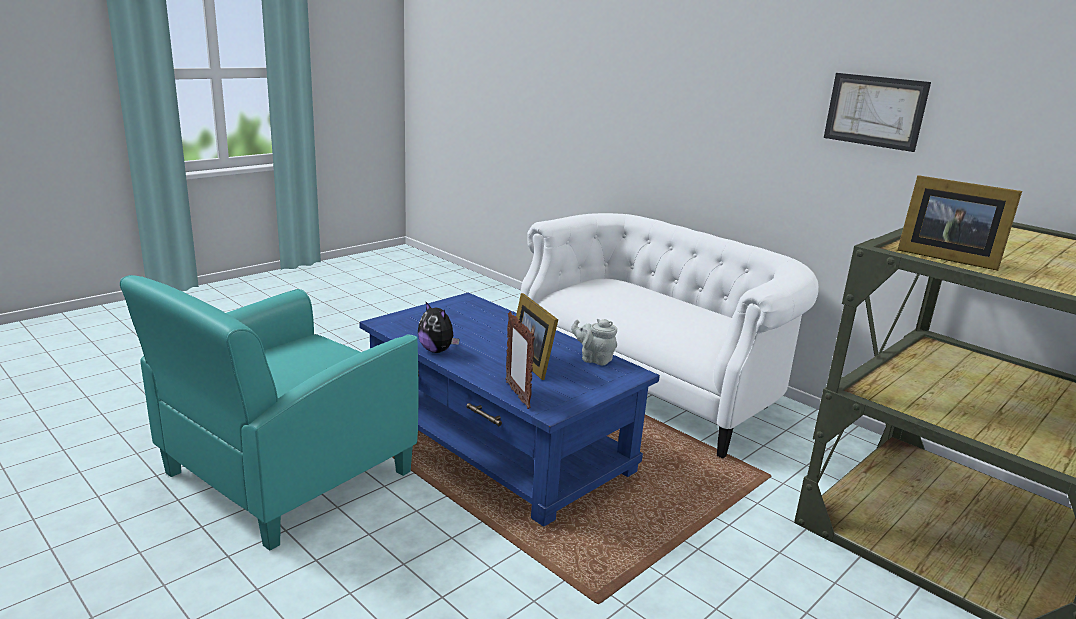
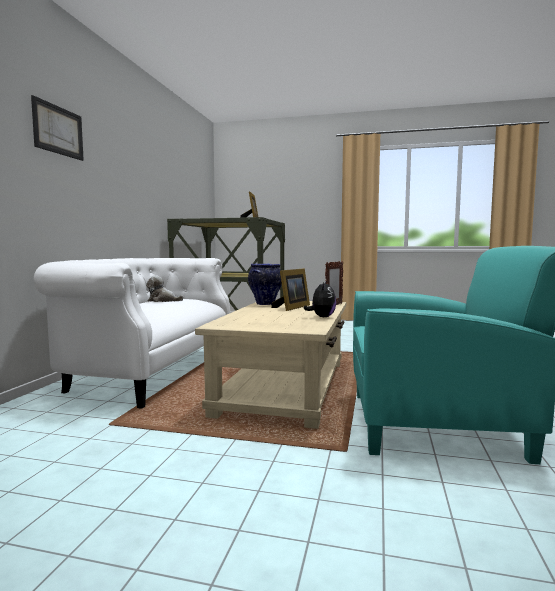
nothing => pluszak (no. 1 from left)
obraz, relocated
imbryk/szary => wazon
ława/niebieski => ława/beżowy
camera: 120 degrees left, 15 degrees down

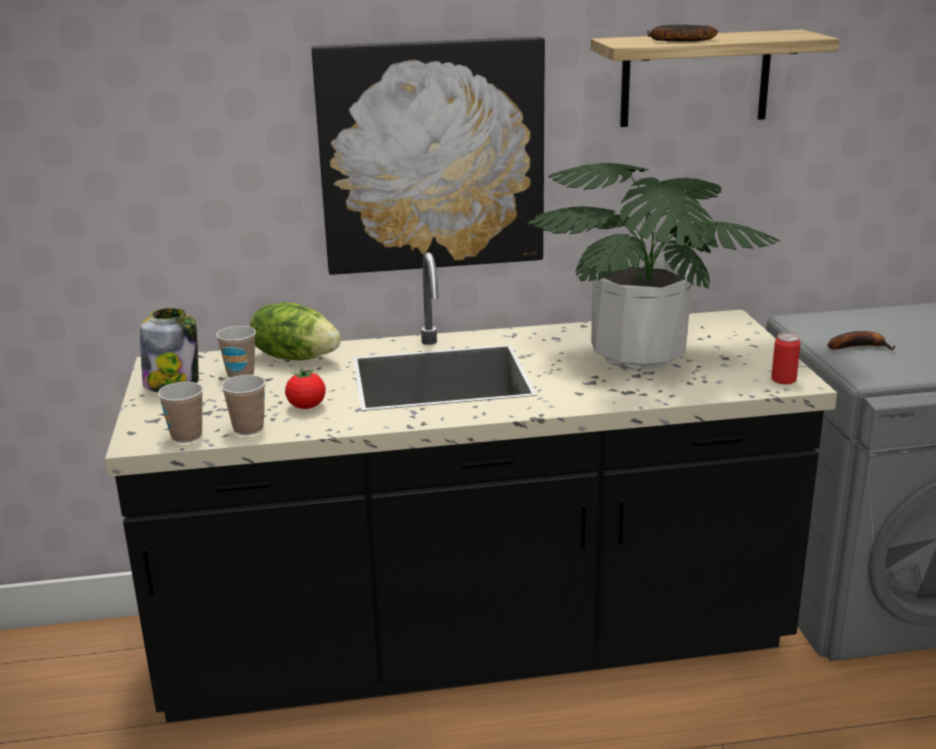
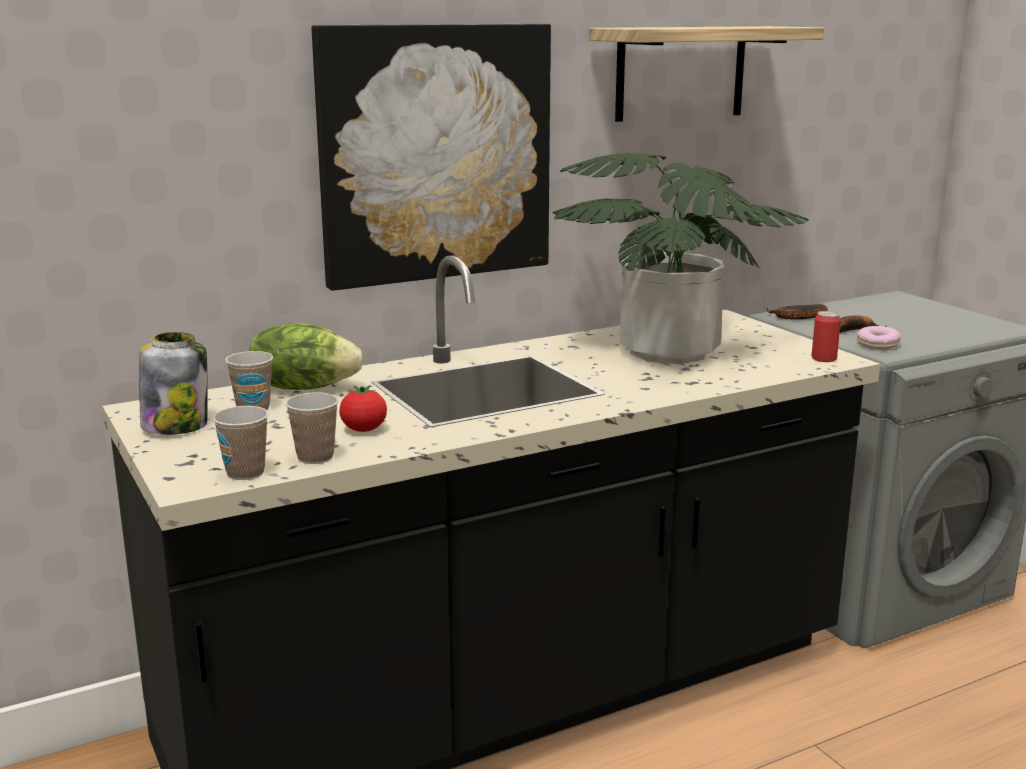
nothing => donut
banan (no. 1 from left), relocated
camera: 20 degrees left, 5 degrees down

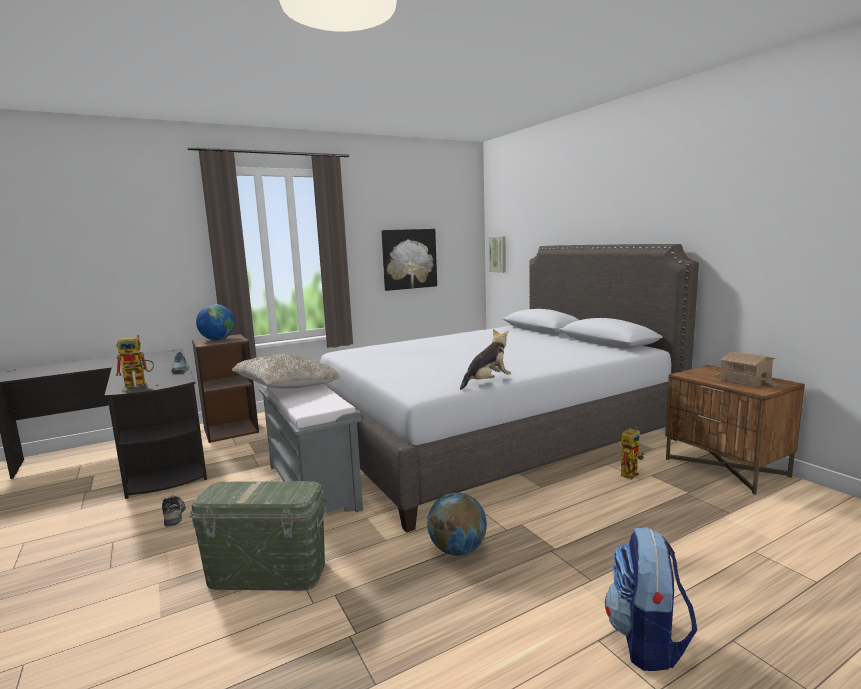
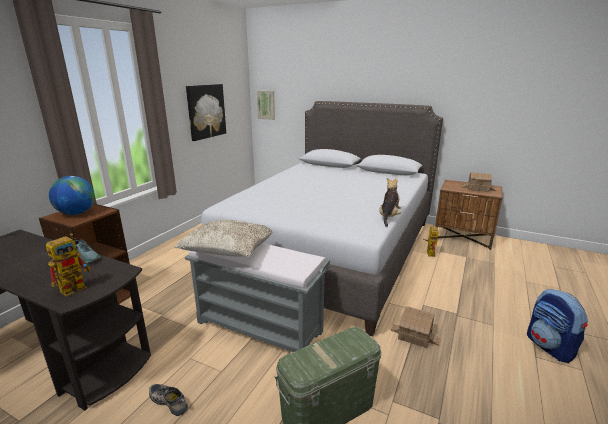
globus (no. 2 from left) => domek (no. 1 from left)
camera: 35 degrees left, 10 degrees up

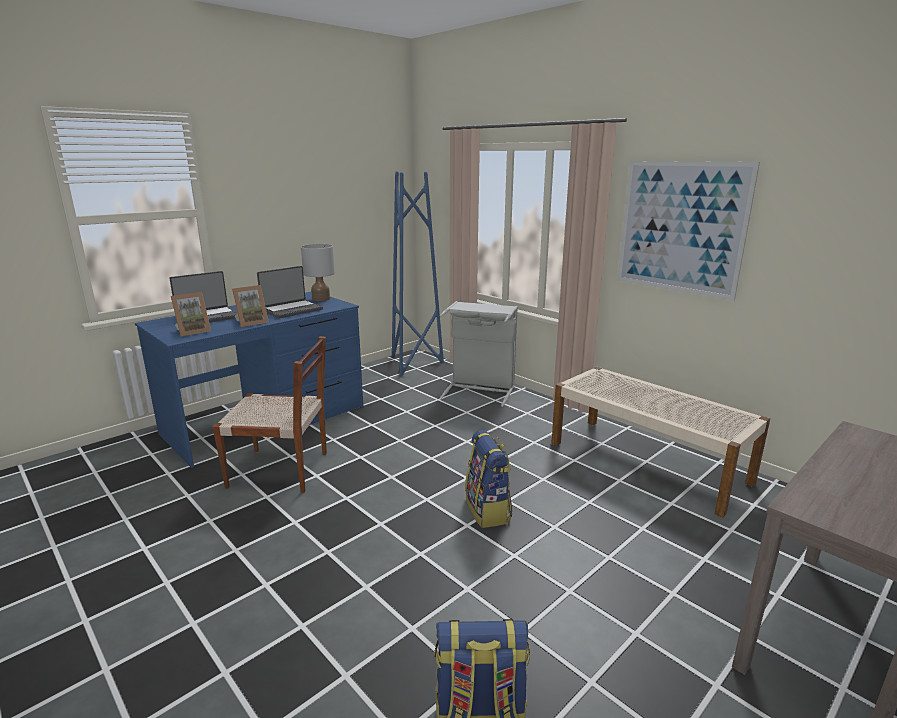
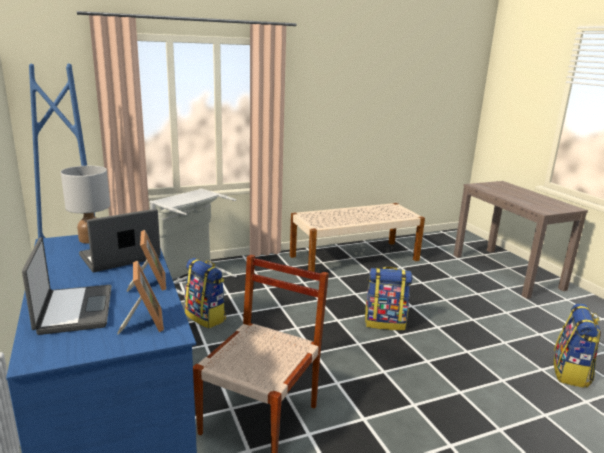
obraz => nothing
nothing => plecak (no. 1 from left)
laptop (no. 2 from left), 105 degrees counterclockwise
camera: 70 degrees left, 0 degrees up

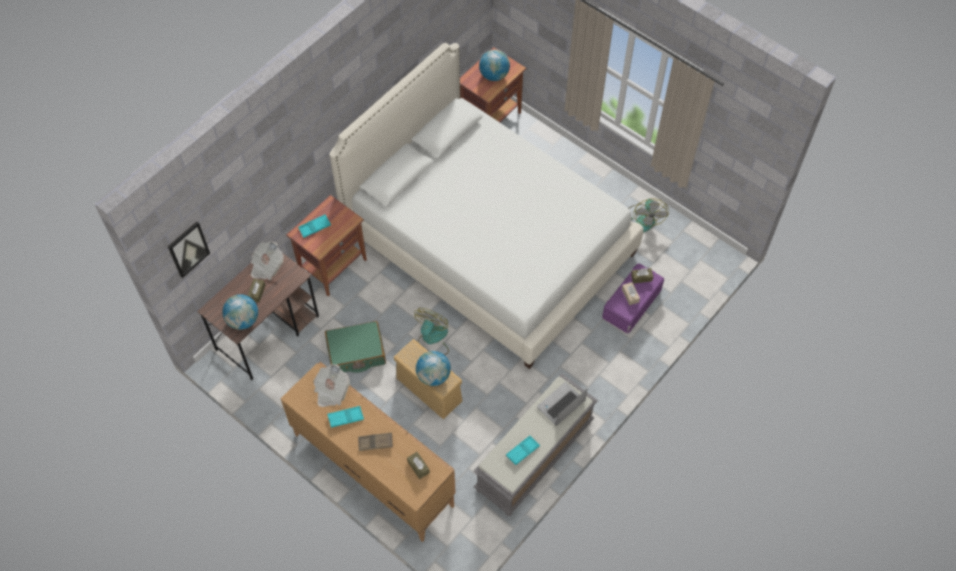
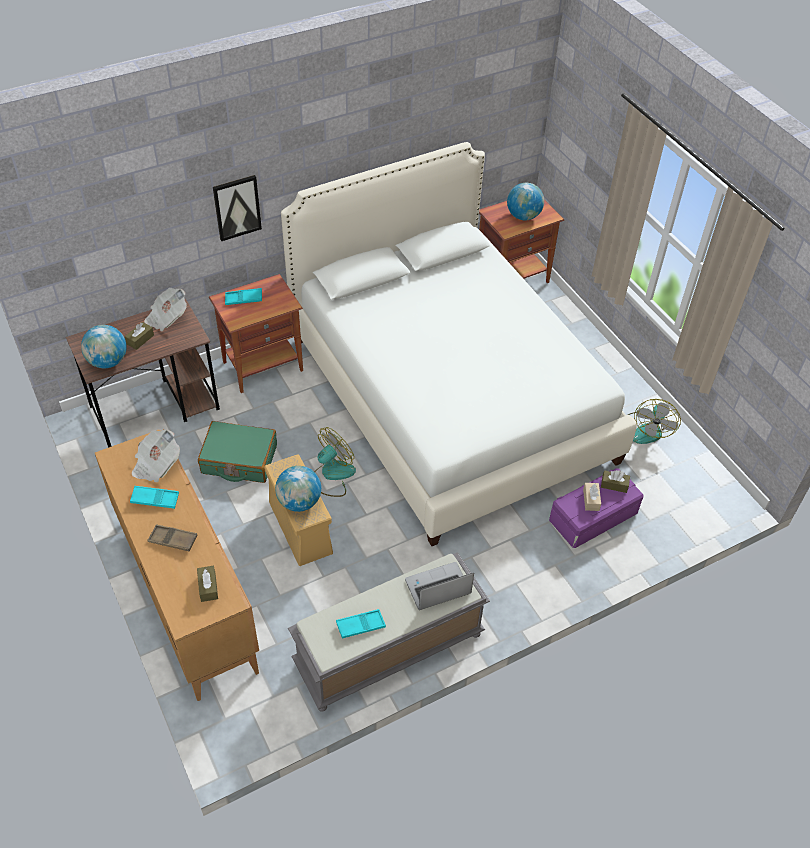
obraz, relocated
camera: 20 degrees right, 10 degrees down

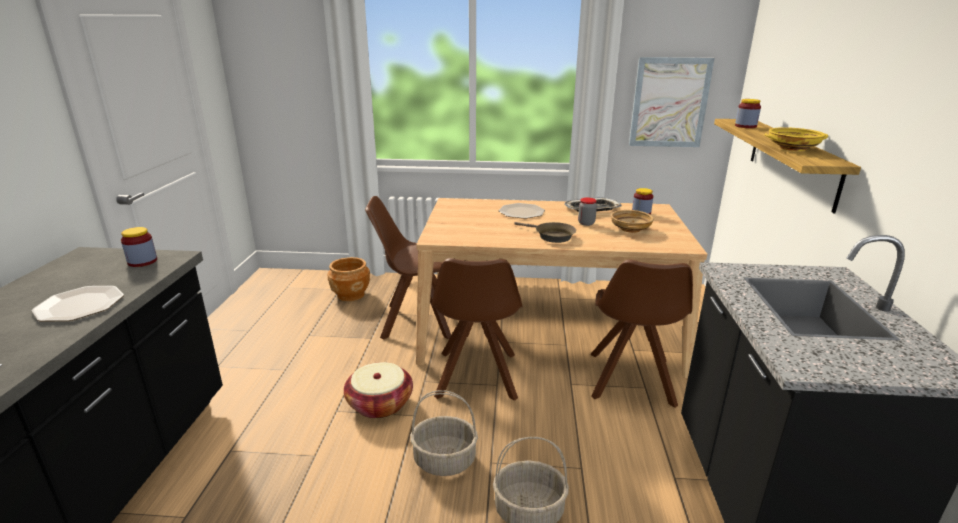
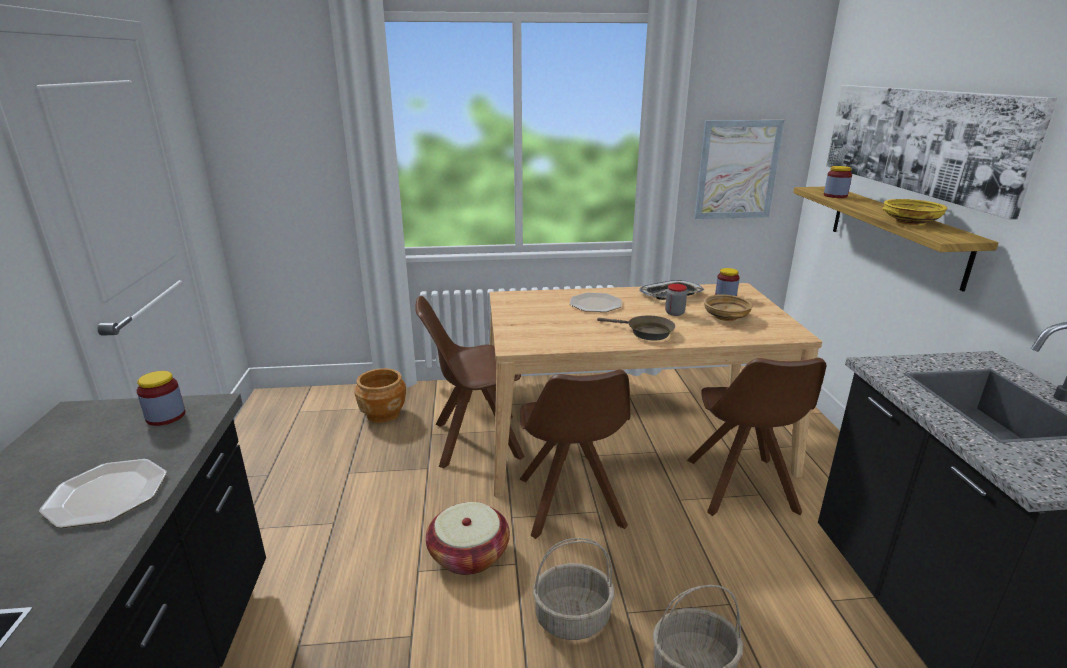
nothing => obraz (no. 2 from left)
camera: 10 degrees left, 0 degrees up

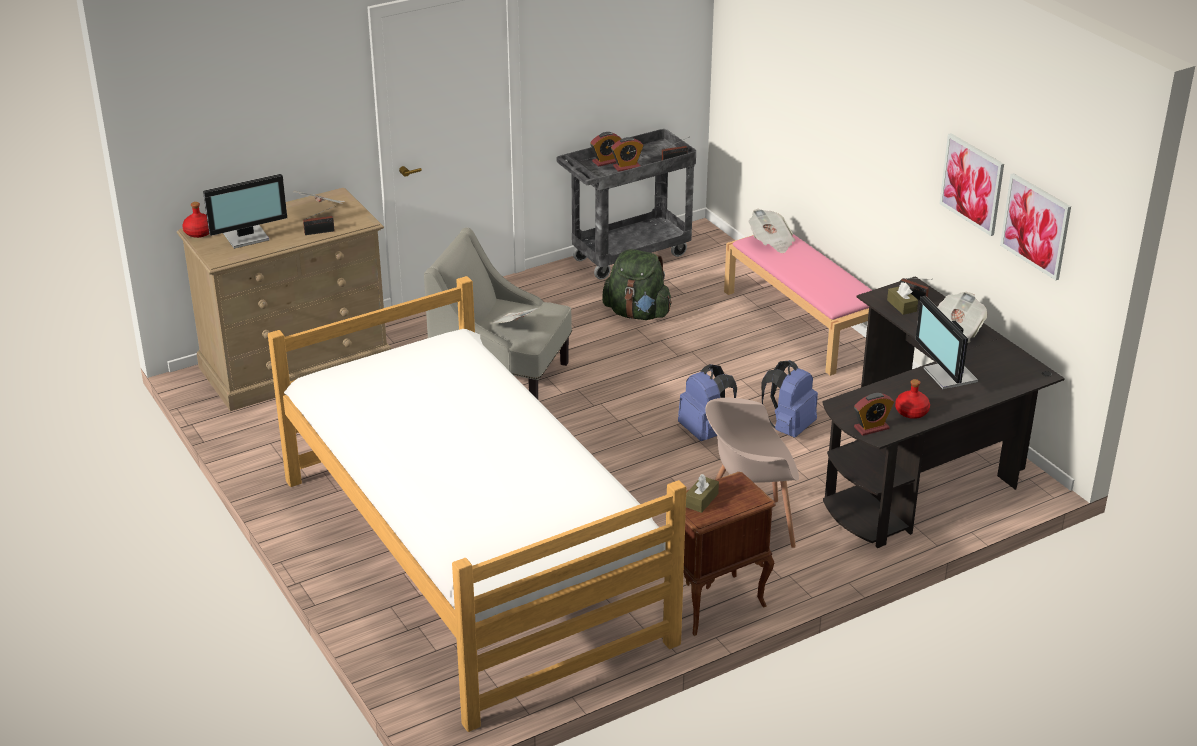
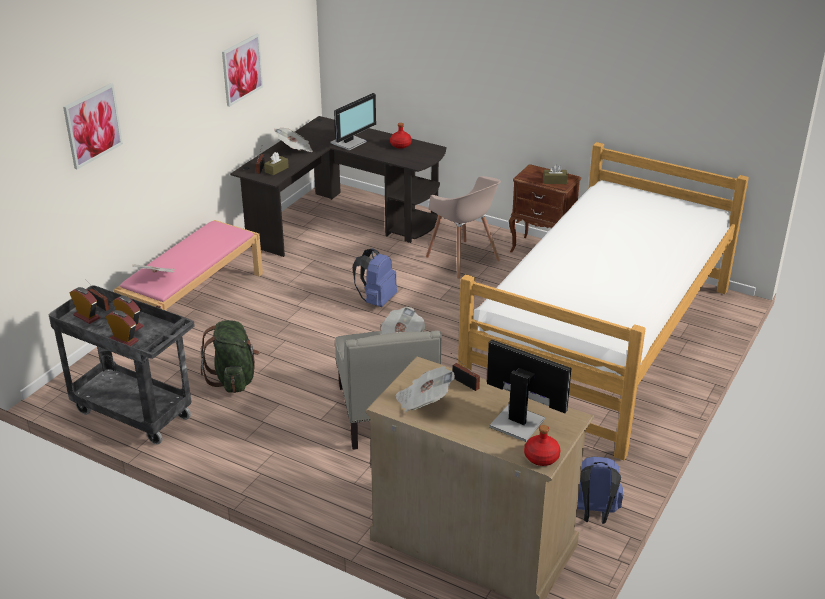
plecak/niebieski (no. 2 from left), relocated
budzik (no. 3 from left in the first image) => budzik (no. 1 from left), relocated
obraz (no. 2 from left in the first image) => obraz (no. 1 from left), relocated
camera: 120 degrees left, 0 degrees up

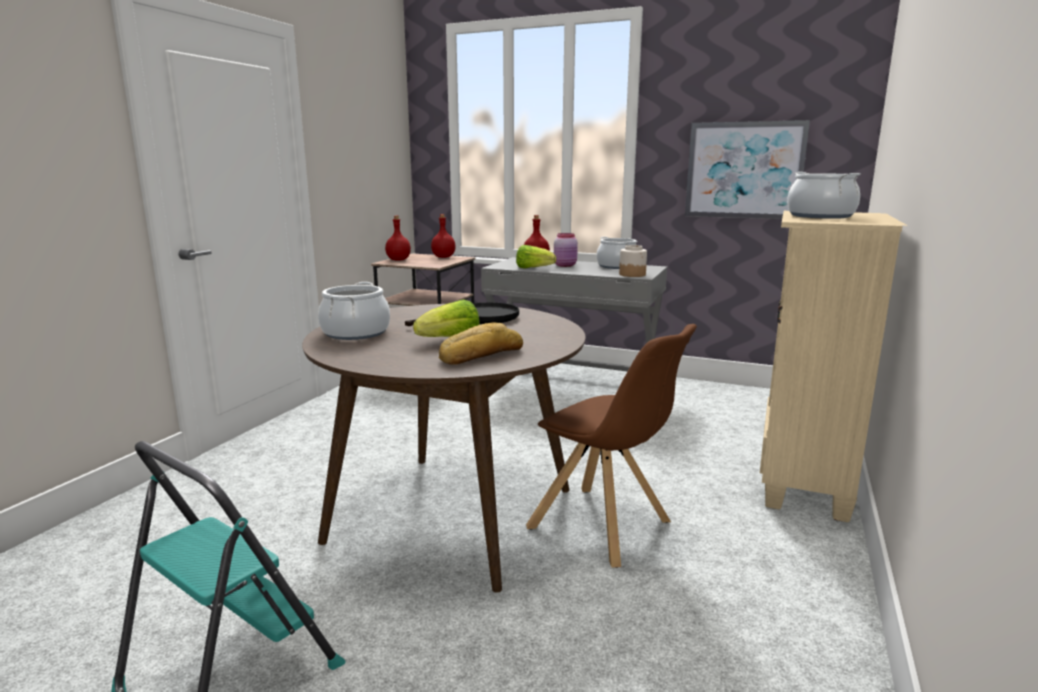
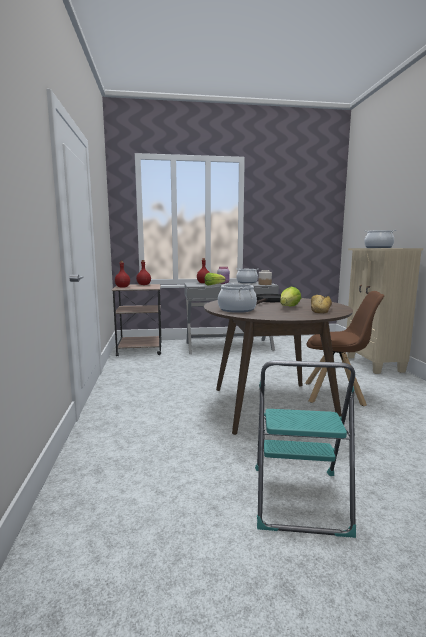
obraz => nothing
camera: 30 degrees left, 5 degrees down

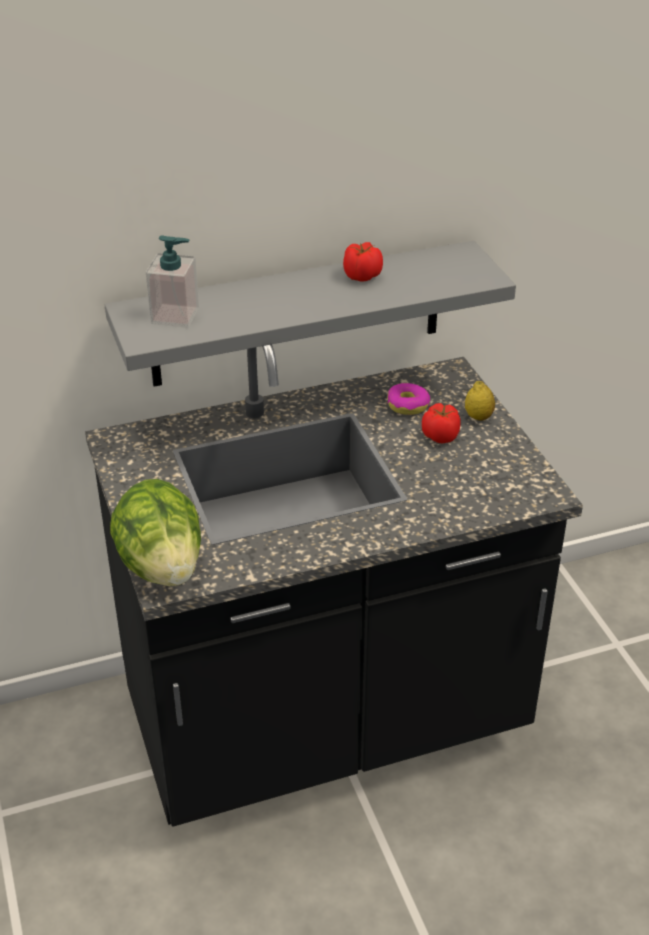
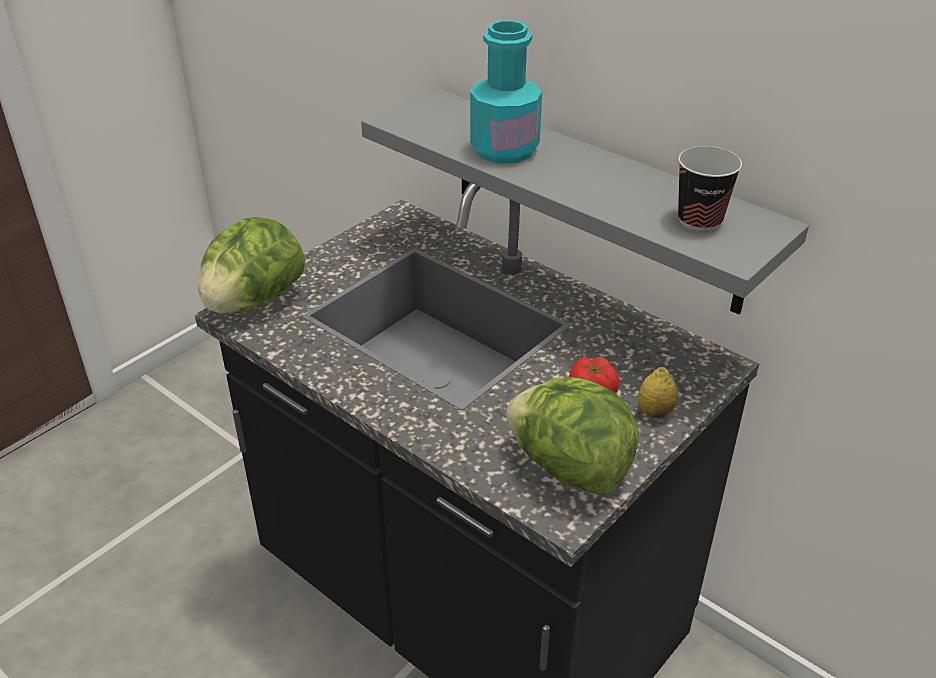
dozownik mydła => nothing
pomidor (no. 1 from left) => nothing
donut => nothing
nothing => butelka/turkusowy
nothing => sałata (no. 2 from left)
nothing => filiżanka
camera: 60 degrees right, 0 degrees up

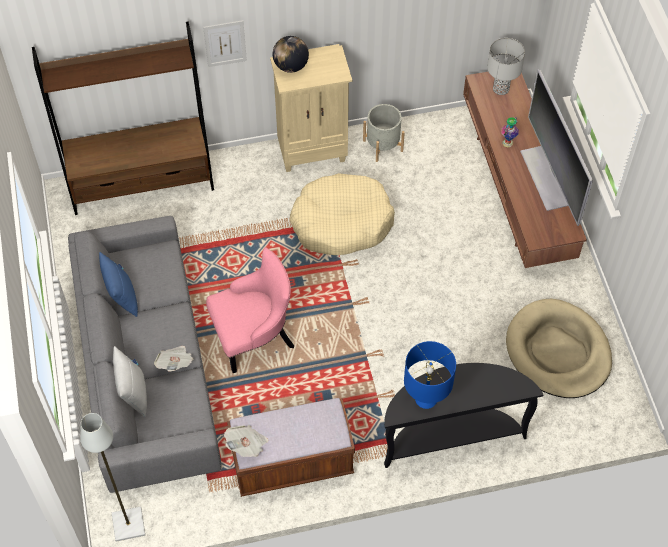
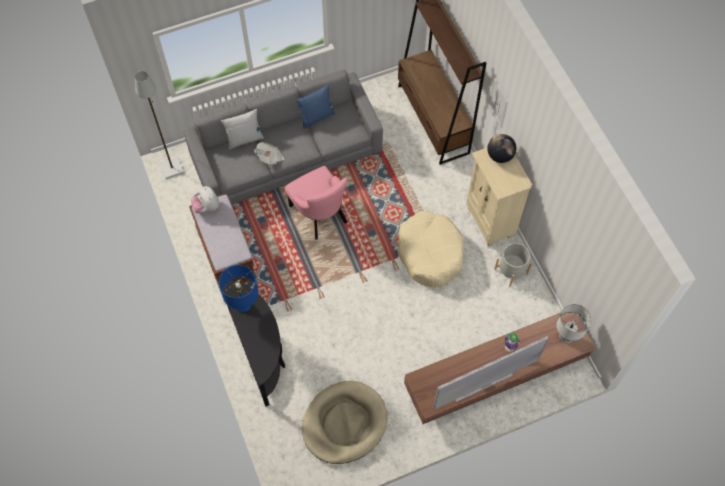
gazeta (no. 2 from left) => pluszak
camera: 80 degrees right, 5 degrees up

